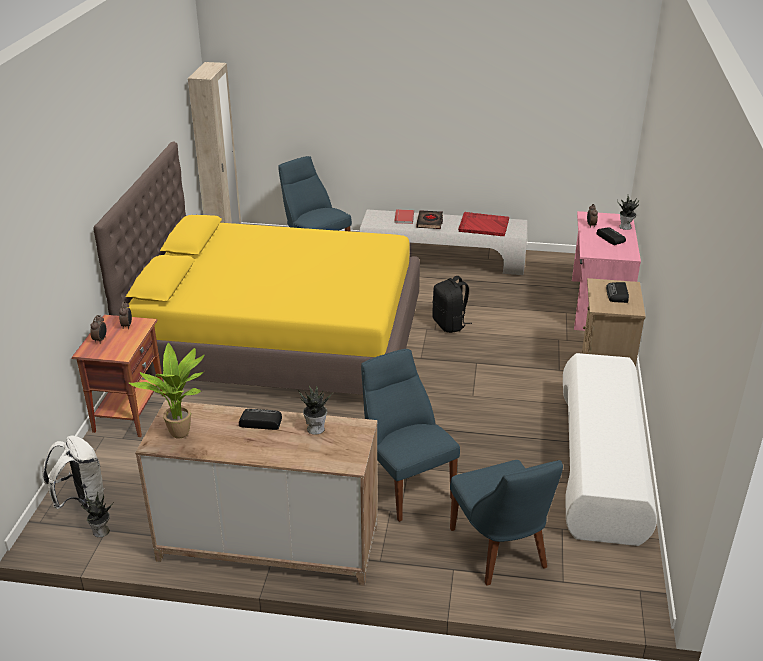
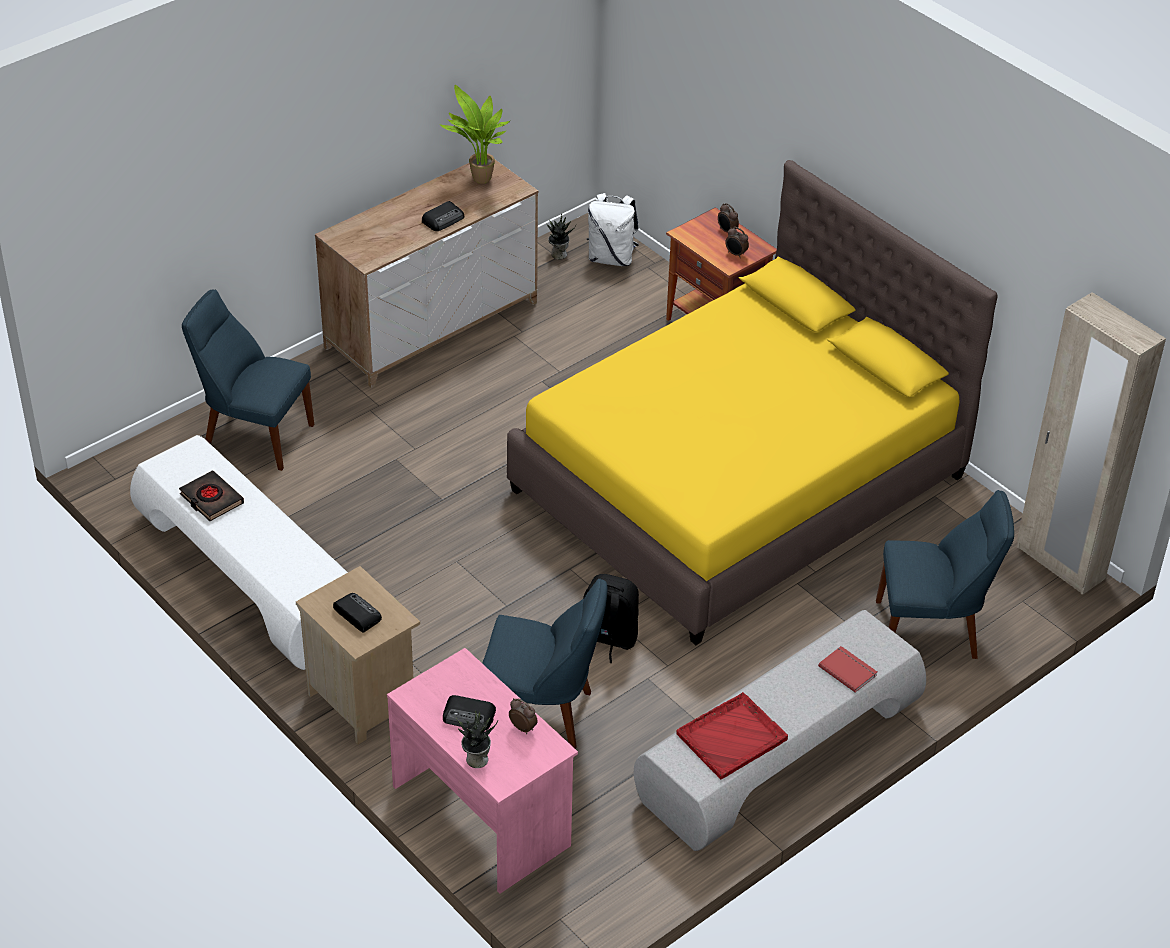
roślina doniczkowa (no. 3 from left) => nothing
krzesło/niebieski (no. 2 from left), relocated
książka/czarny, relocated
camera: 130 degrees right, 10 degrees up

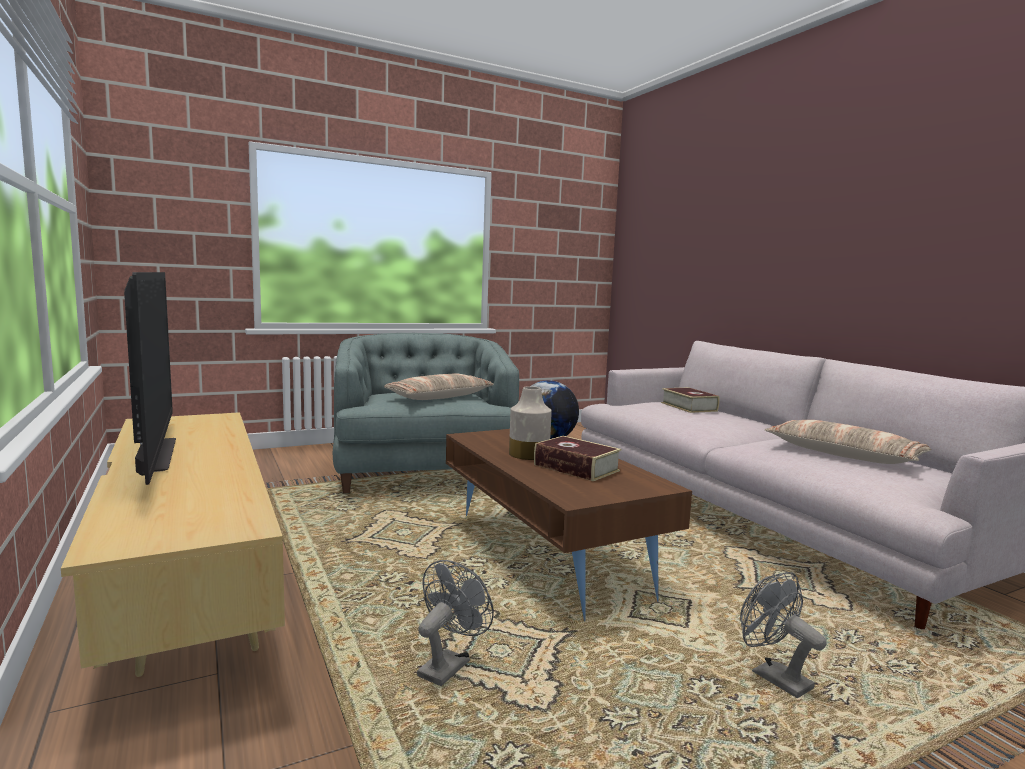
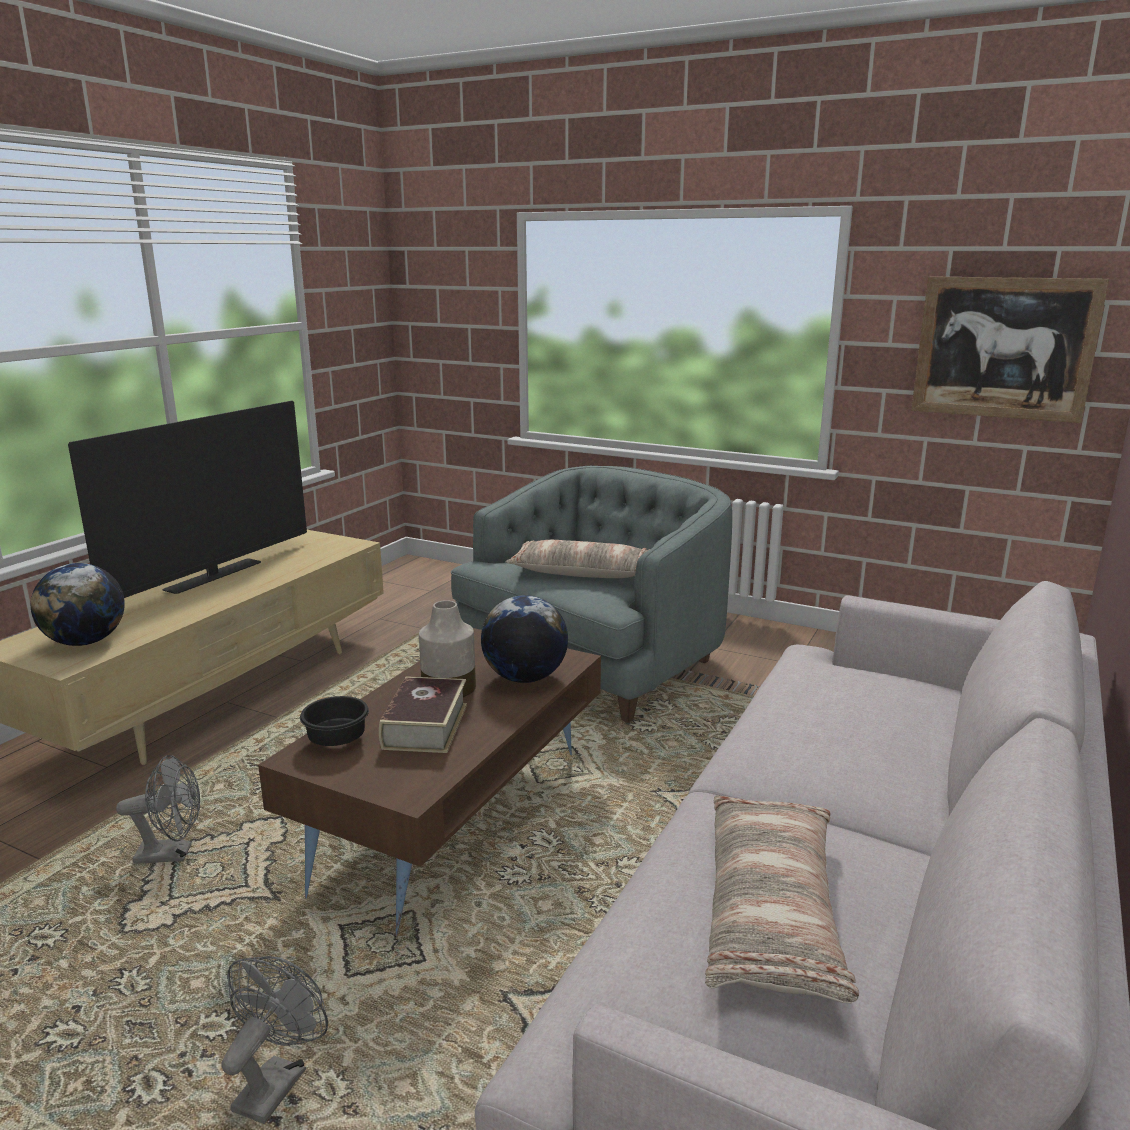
książka (no. 2 from left) => nothing
nothing => globus (no. 1 from left)
nothing => miska/czarny
nothing => obraz
camera: 55 degrees right, 10 degrees up

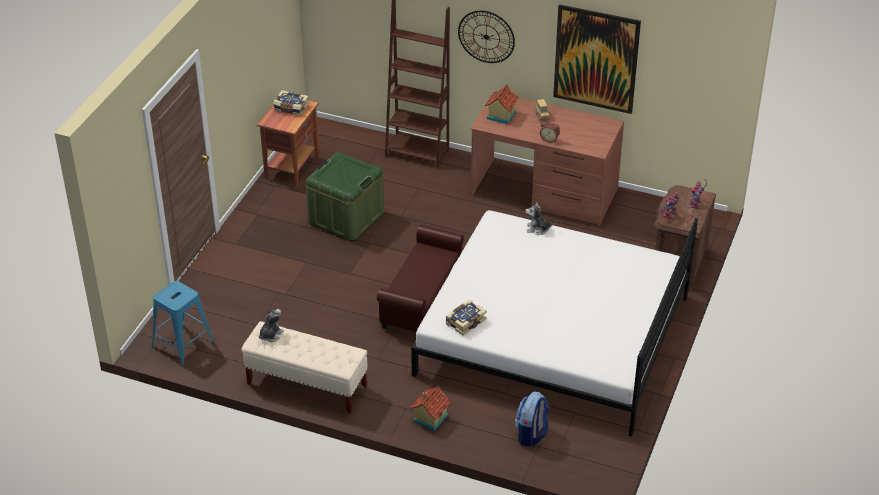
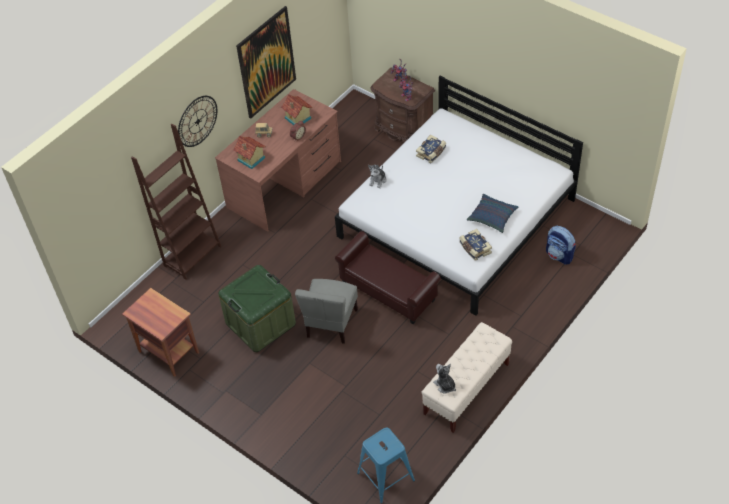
nothing => krzesło/szary
nothing => poduszka/niebieski
książka (no. 1 from left), relocated
domek (no. 1 from left in the first image) => domek (no. 2 from left), relocated
camera: 70 degrees left, 10 degrees up

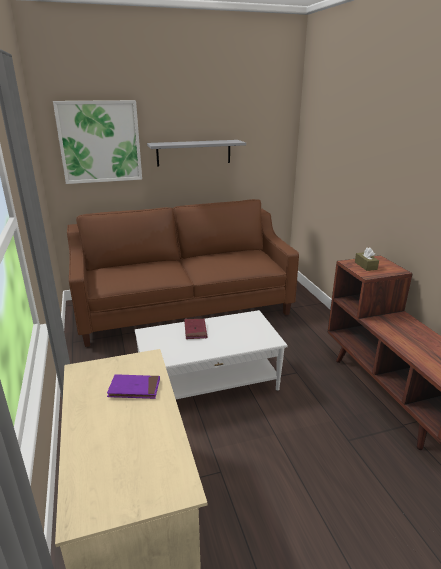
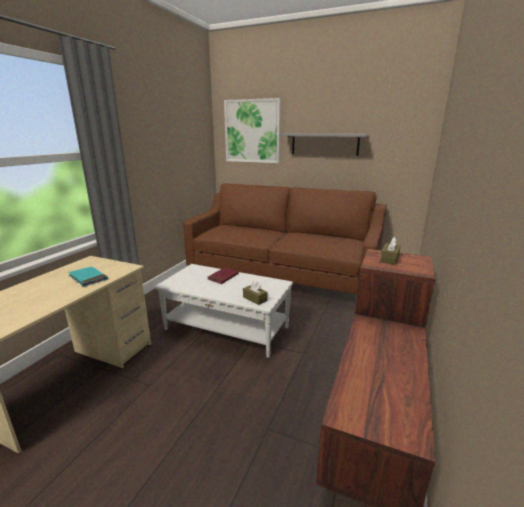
nothing => pudełko chusteczek/brązowy (no. 1 from left)
książka/fioletowy => książka/turkusowy
camera: 40 degrees right, 5 degrees down

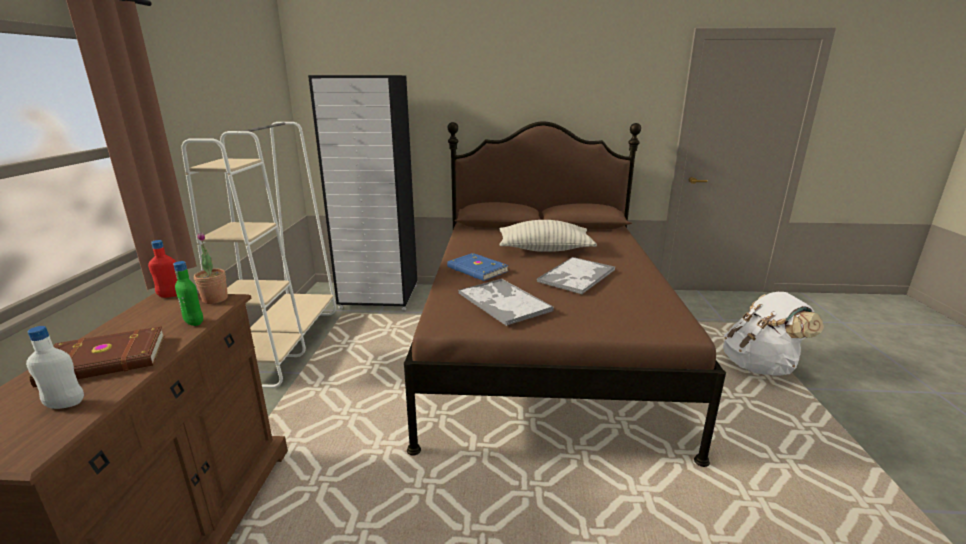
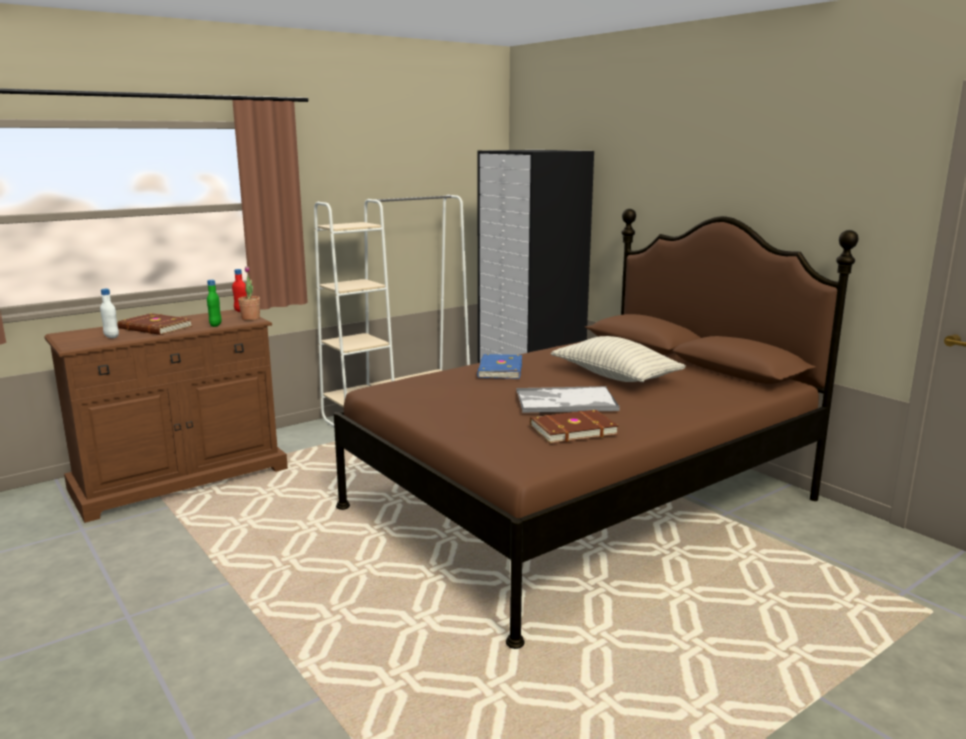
taca (no. 1 from left) => nothing
plecak/biały => nothing
nothing => książka/brązowy (no. 2 from left)
camera: 50 degrees right, 5 degrees down

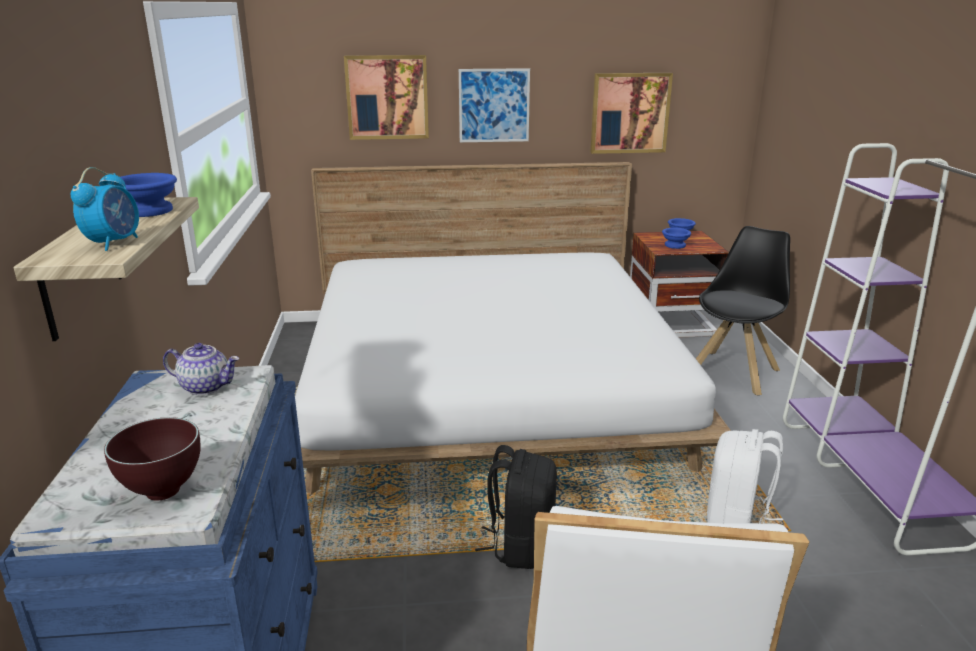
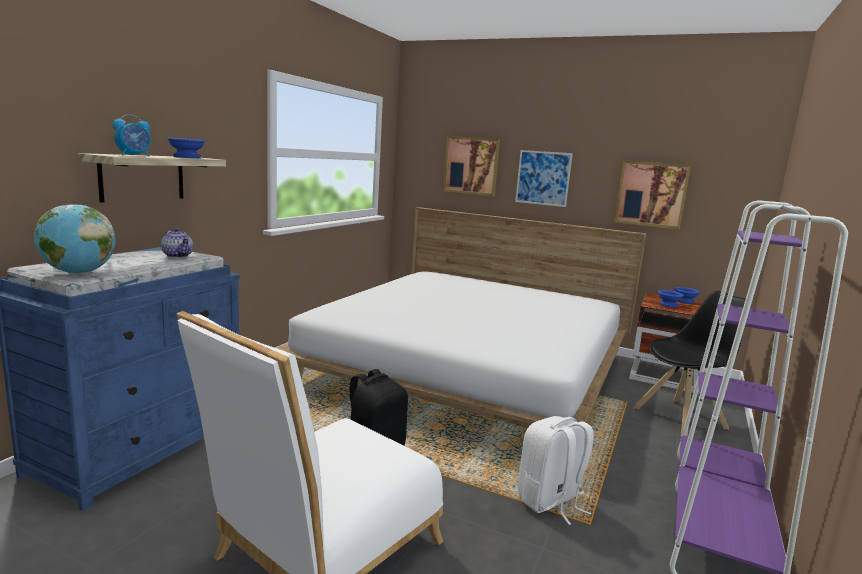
miska/brązowy => globus
camera: 30 degrees right, 10 degrees down

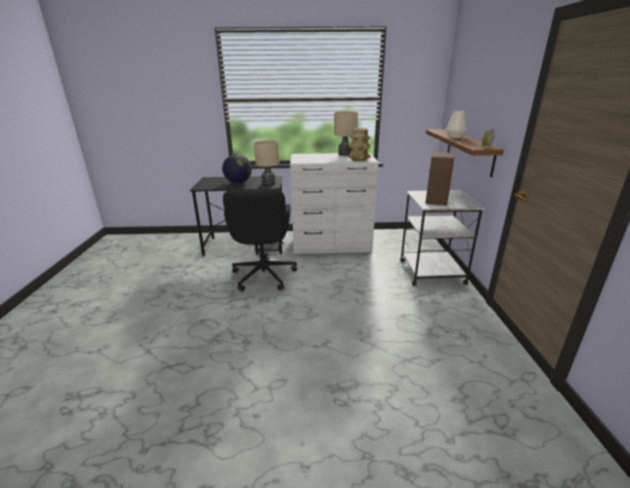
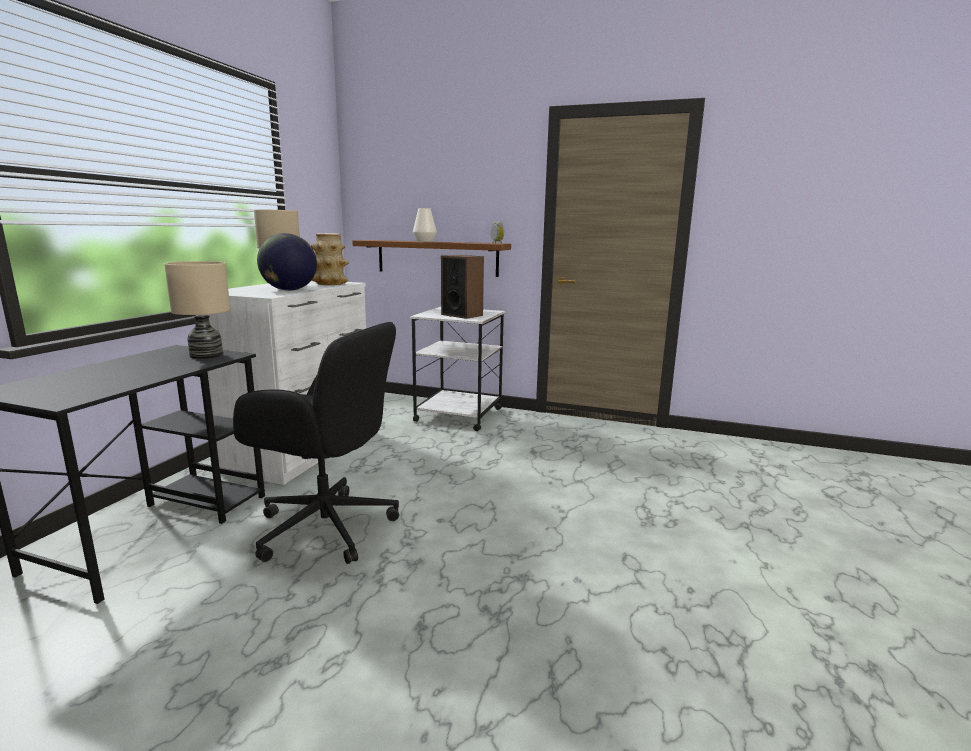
globus, relocated
camera: 70 degrees left, 10 degrees down

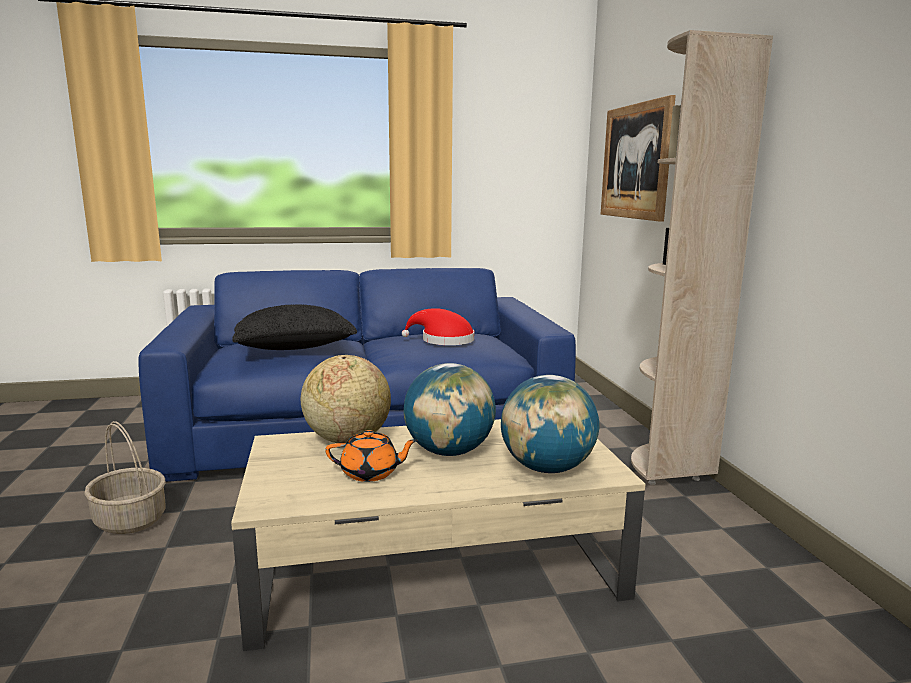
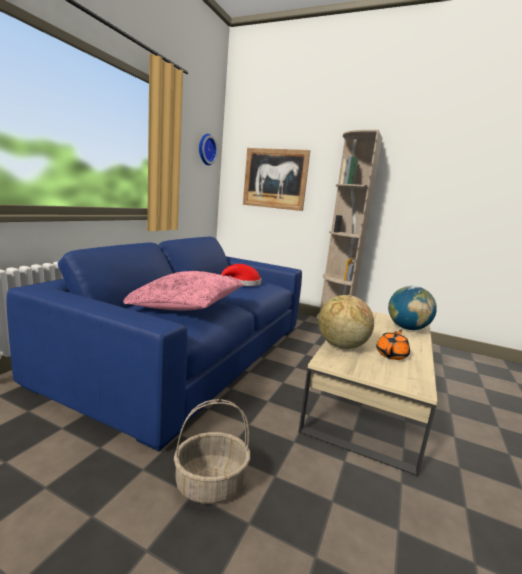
globus (no. 2 from left) => nothing
nothing => zegar ścienny
poduszka/czarny => poduszka/różowy
camera: 55 degrees left, 0 degrees up

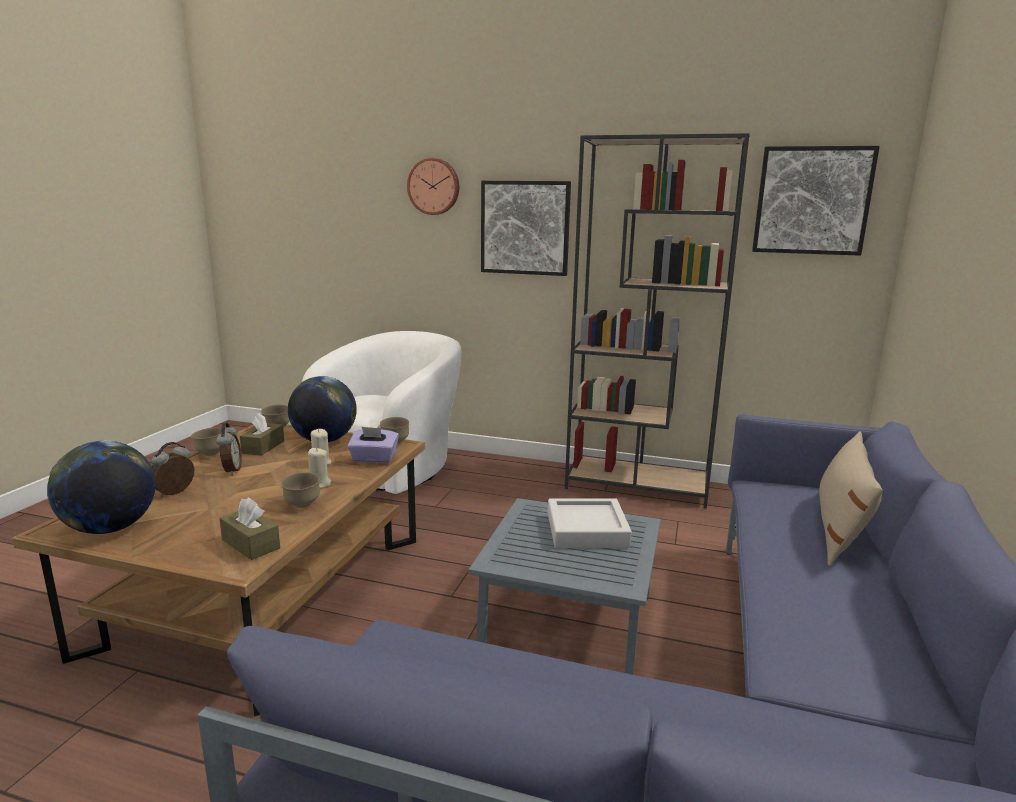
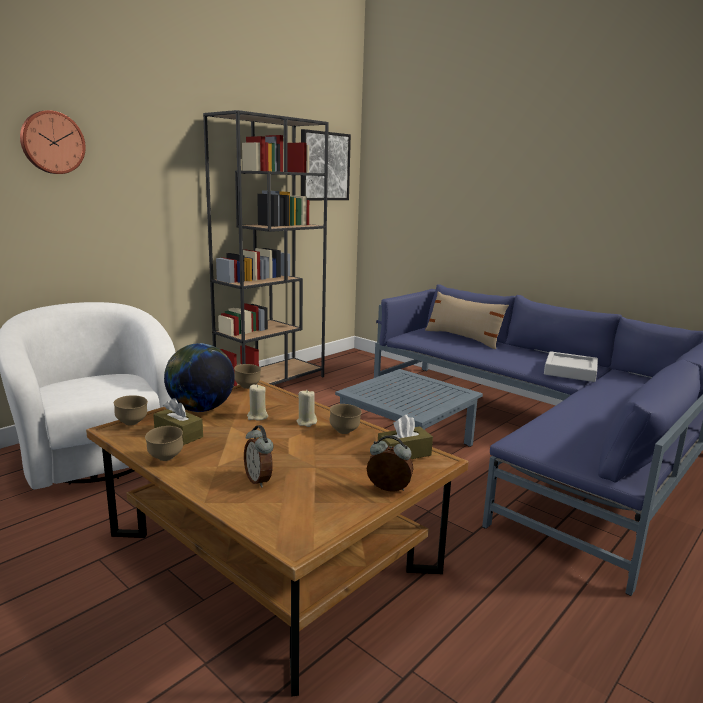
globus (no. 1 from left) => nothing
pudełko chusteczek/fioletowy => nothing
obraz (no. 1 from left) => nothing
budzik (no. 2 from left), relocated
taca/szary, relocated
camera: 65 degrees left, 0 degrees up

